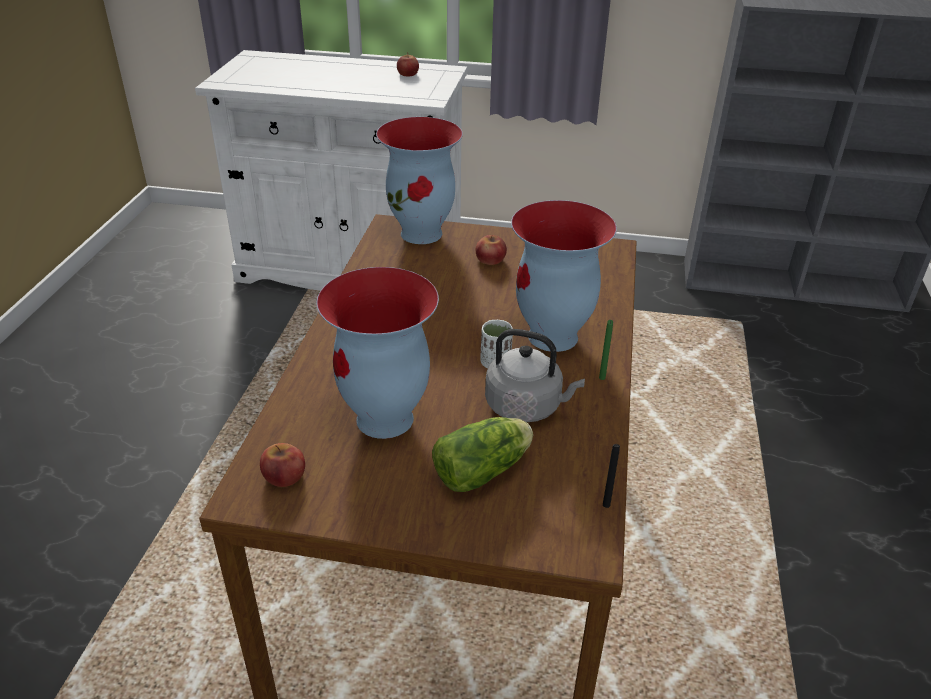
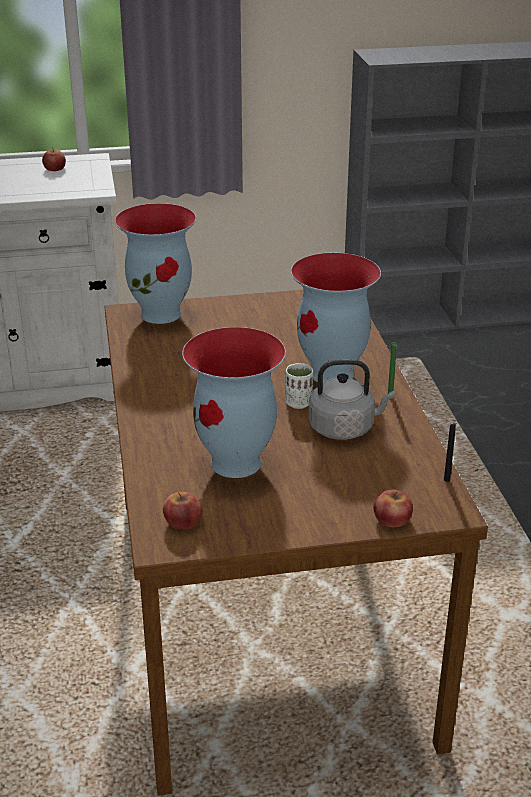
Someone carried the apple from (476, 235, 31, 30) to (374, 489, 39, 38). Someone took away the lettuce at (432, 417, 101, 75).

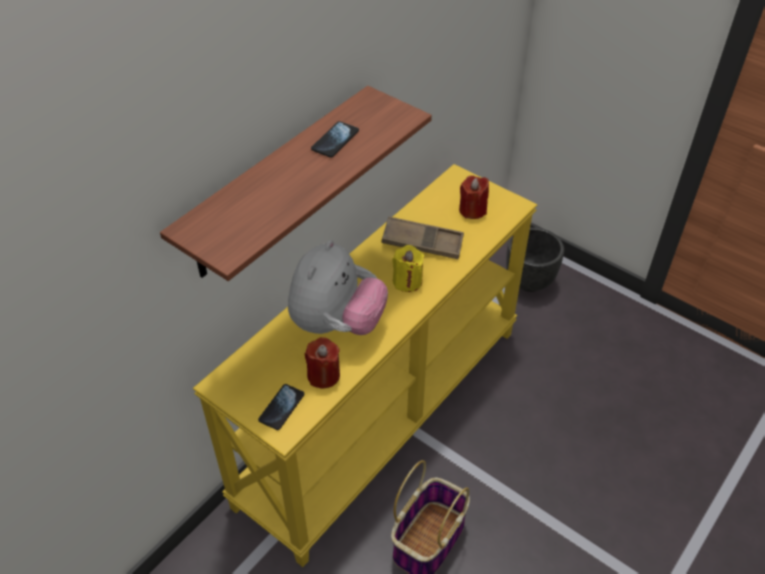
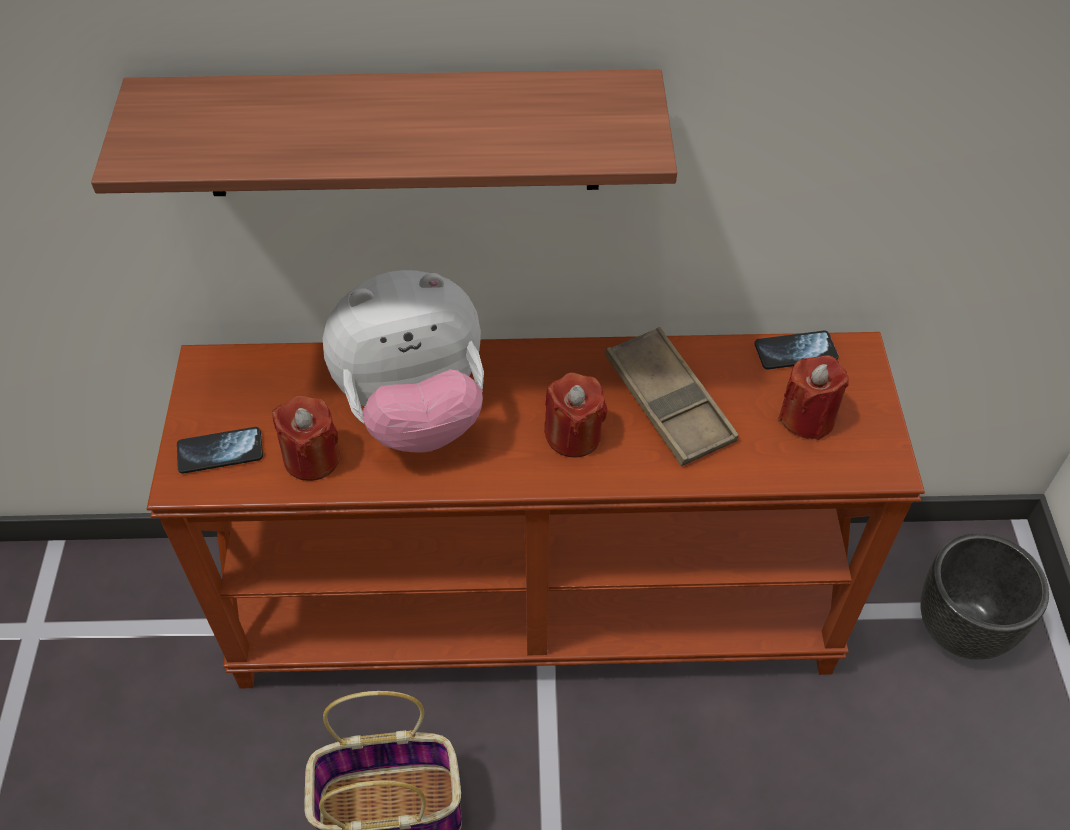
Someone carried the phone from (311, 121, 48, 36) to (754, 331, 85, 38). Someone repainted the yellow console table at (193, 164, 344, 403), which became the brown console table at (147, 332, 778, 357). Someone repainted the yellow candle at (392, 245, 32, 47), which became the red candle at (544, 372, 64, 86).

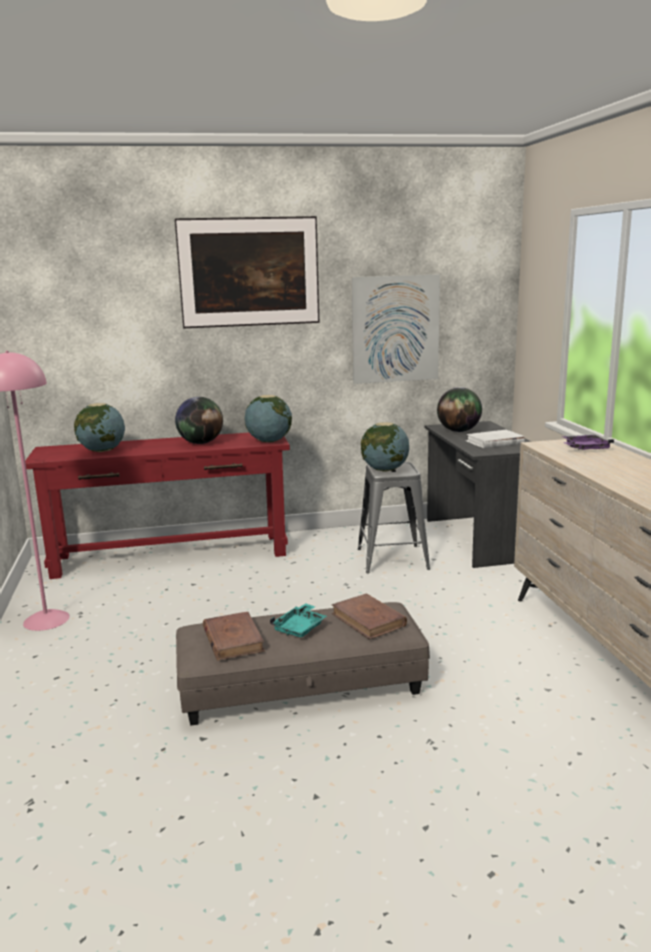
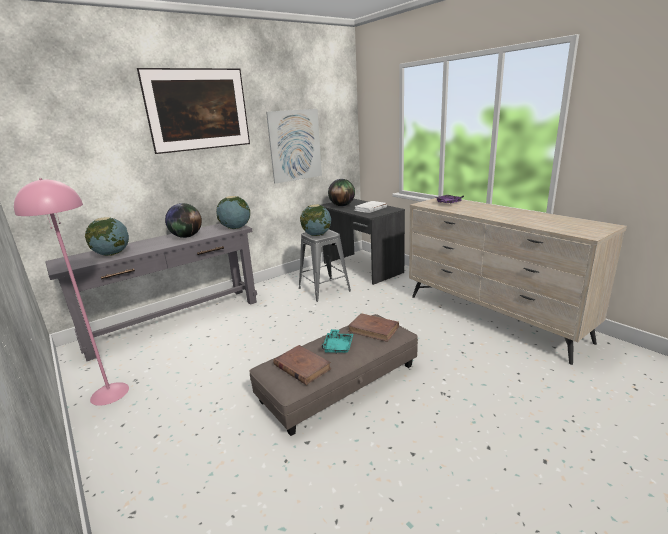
Someone repainted the red console table at (25, 433, 265, 146), which became the grey console table at (45, 223, 212, 138).

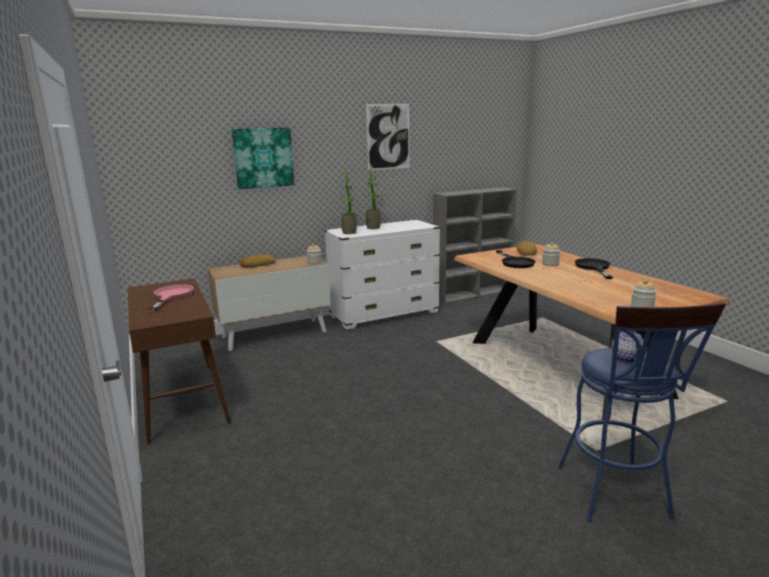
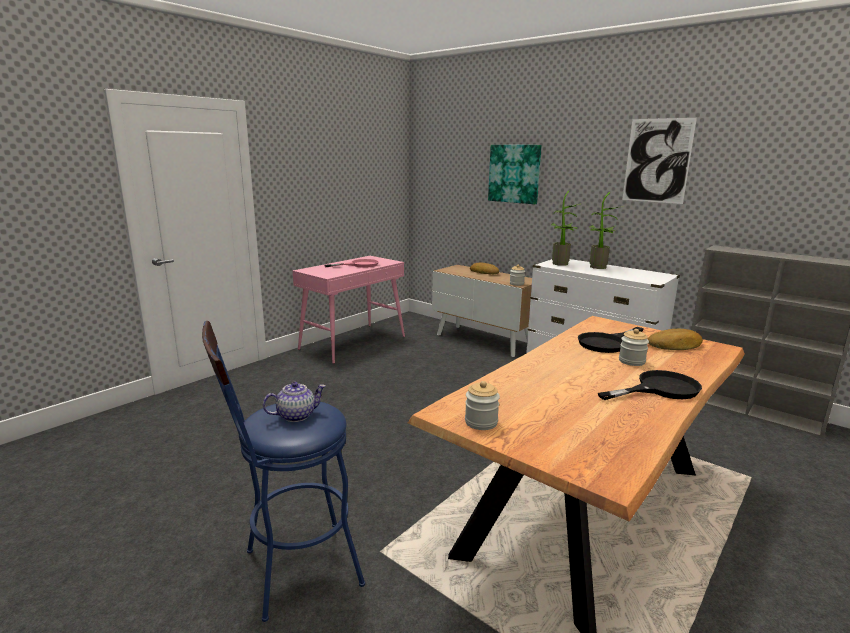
Someone repainted the brown console table at (128, 278, 103, 166), which became the pink console table at (293, 256, 112, 108).

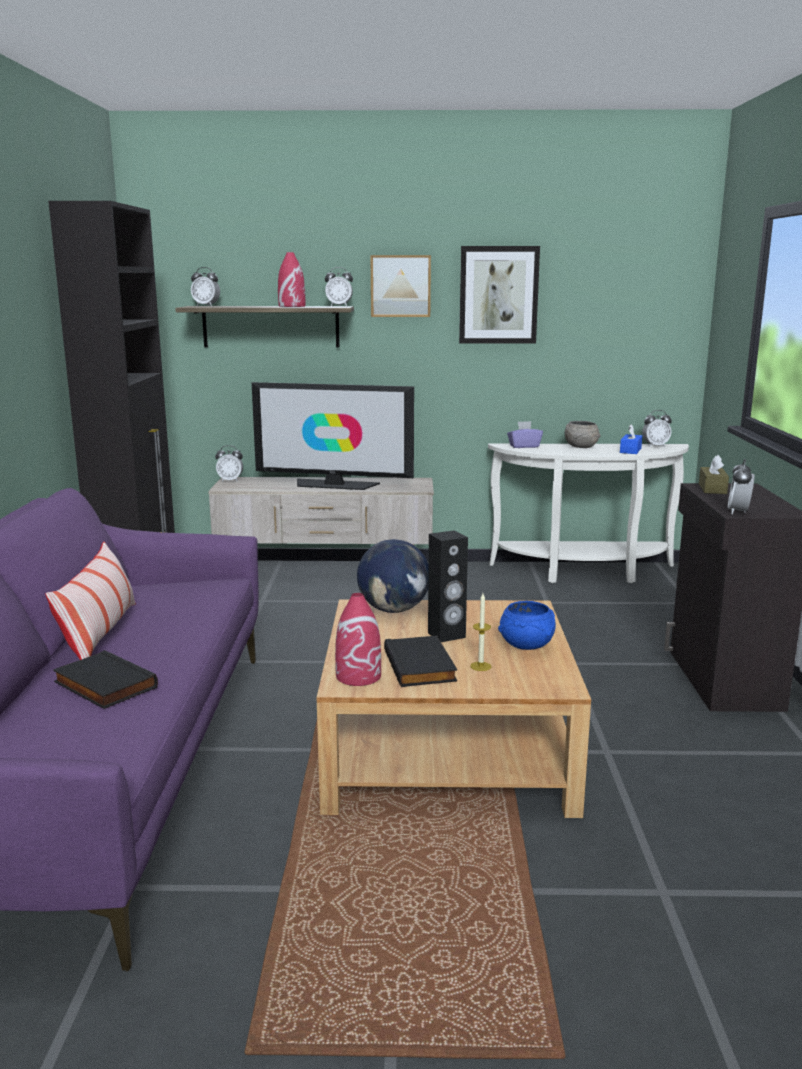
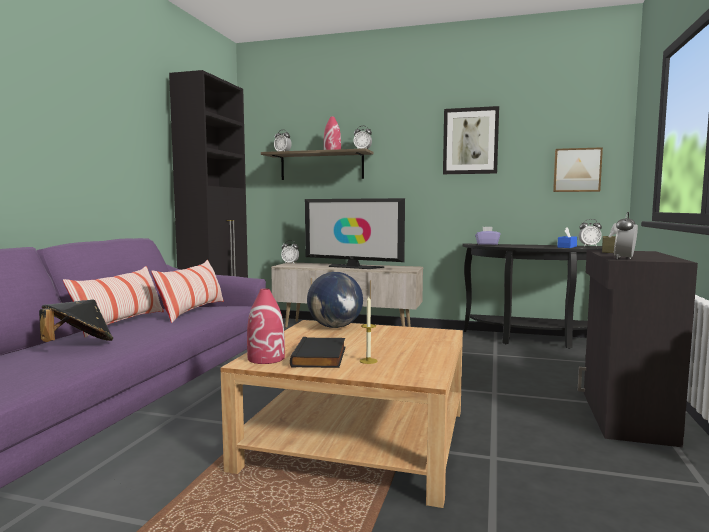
Someone carried the picture from (370, 255, 61, 62) to (553, 147, 50, 45). Someone took away the grey bowl at (565, 421, 35, 27). Someone repainted the white console table at (488, 444, 201, 139), which became the black console table at (463, 243, 139, 106). Someone took away the black speaker at (428, 530, 40, 112). Someone took away the blue bowl at (498, 601, 58, 49). Someone swapped the black book at (53, 650, 105, 59) for the black hat at (39, 300, 74, 42). Someone put down the pillow at (151, 260, 73, 63).

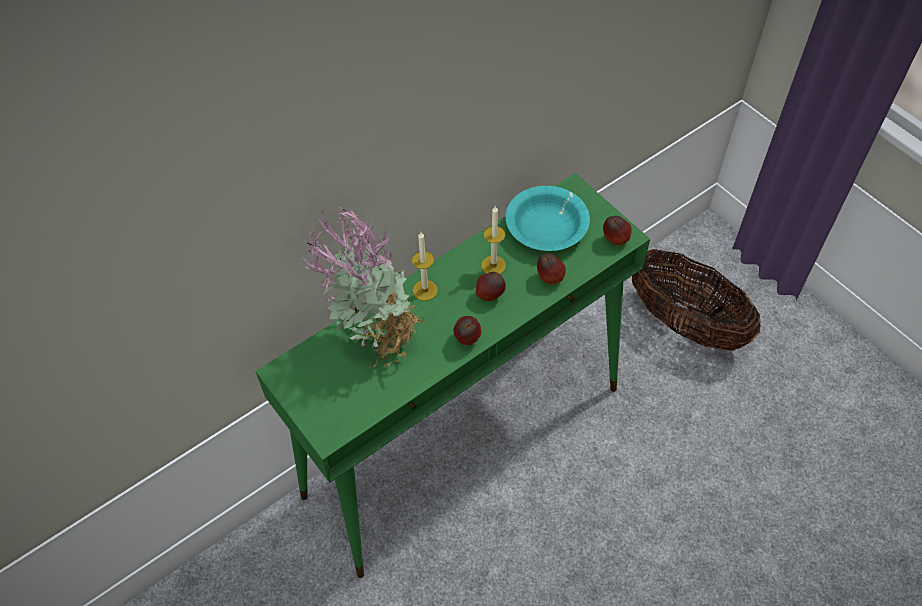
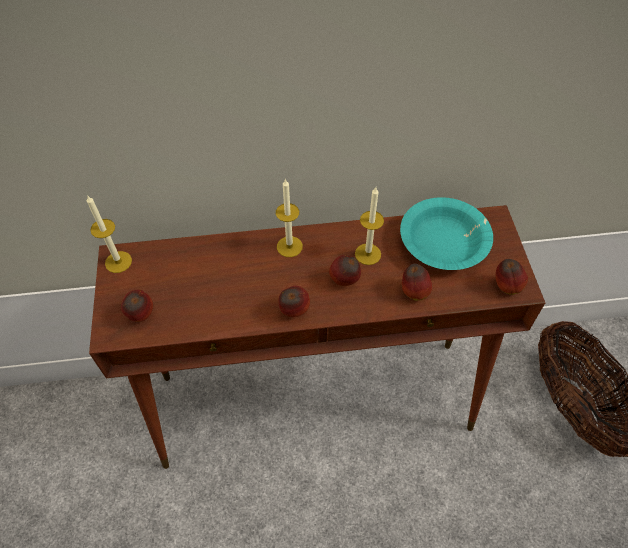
Someone repainted the green console table at (255, 173, 395, 405), which became the brown console table at (89, 205, 456, 264). Someone took away the potted plant at (302, 207, 122, 161). Someone put down the candle at (87, 195, 45, 78). Someone put down the apple at (121, 290, 32, 32).

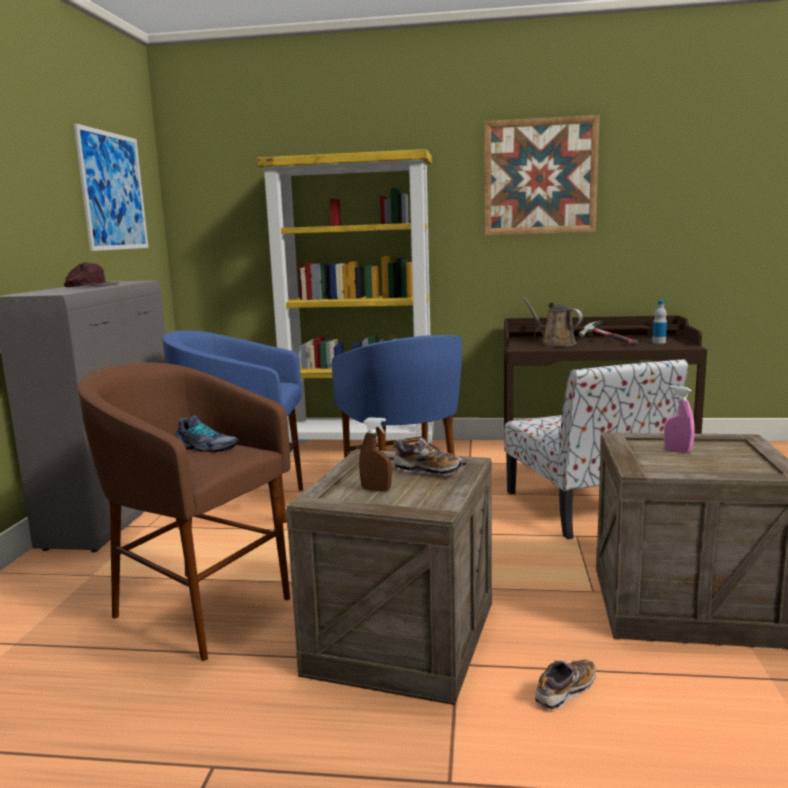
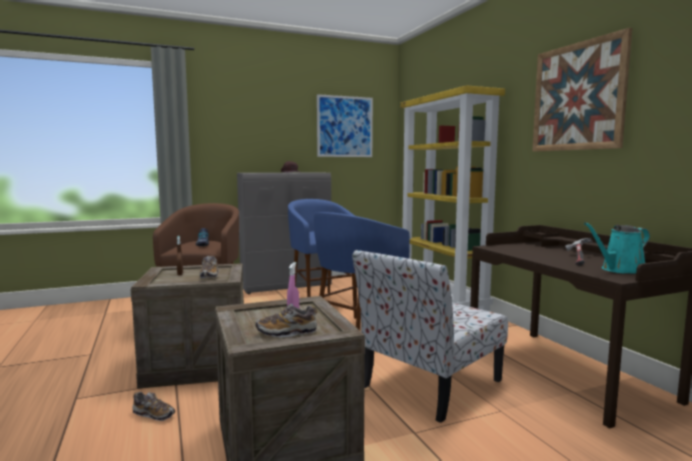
Someone took away the brown watering can at (522, 297, 61, 49). Someone swapped the bottle at (652, 300, 15, 44) for the turquoise watering can at (584, 222, 66, 52). Someone put down the shoe at (255, 303, 63, 34).

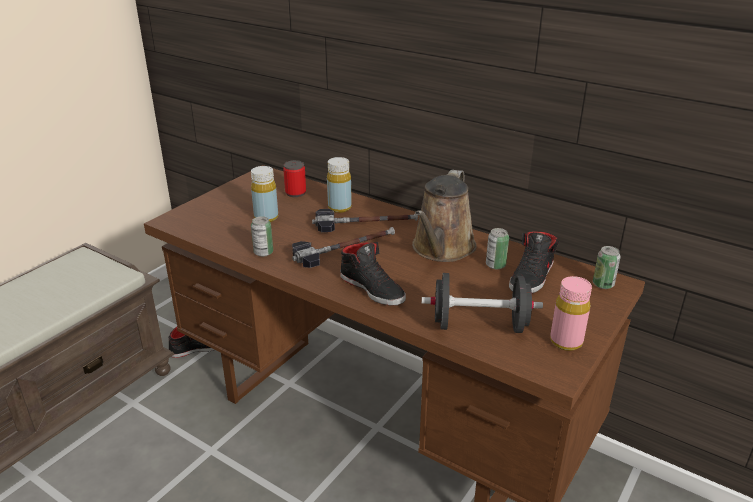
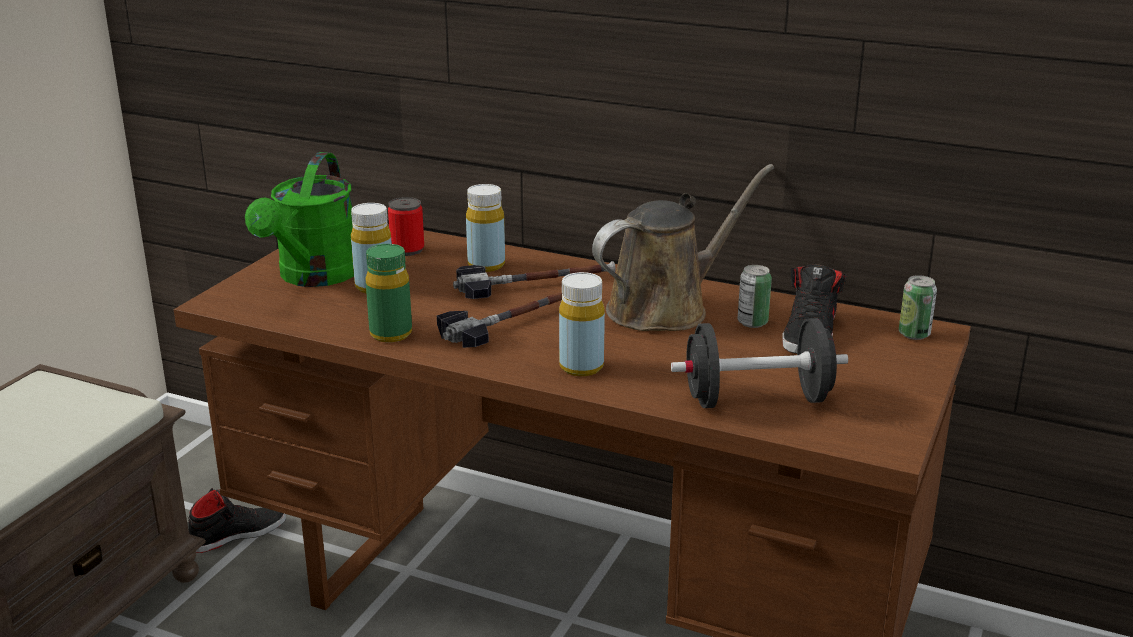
Someone rotated the brown watering can at (412, 170, 65, 92) by 135 degrees counterclockwise. Someone swapped the can at (251, 216, 22, 41) for the green bottle at (365, 244, 47, 98). Someone swapped the black shoe at (340, 242, 66, 64) for the yellow bottle at (559, 272, 46, 104). Someone took away the pink bottle at (550, 276, 42, 75). Someone put down the green watering can at (245, 152, 109, 135).

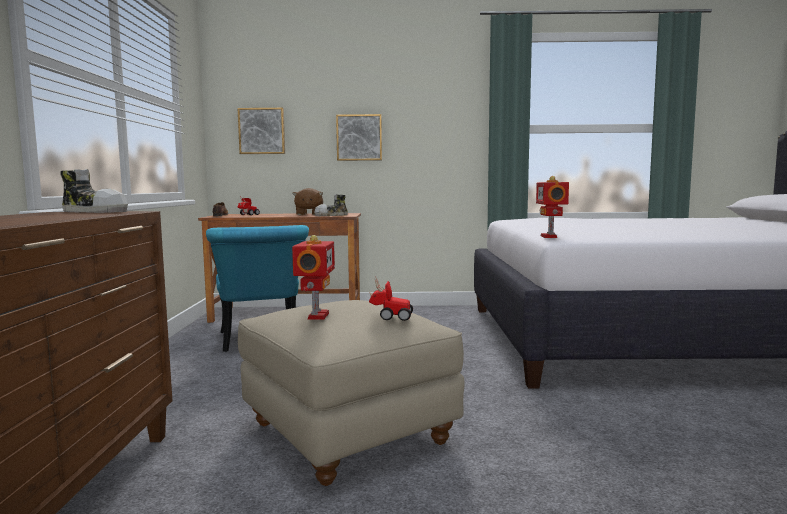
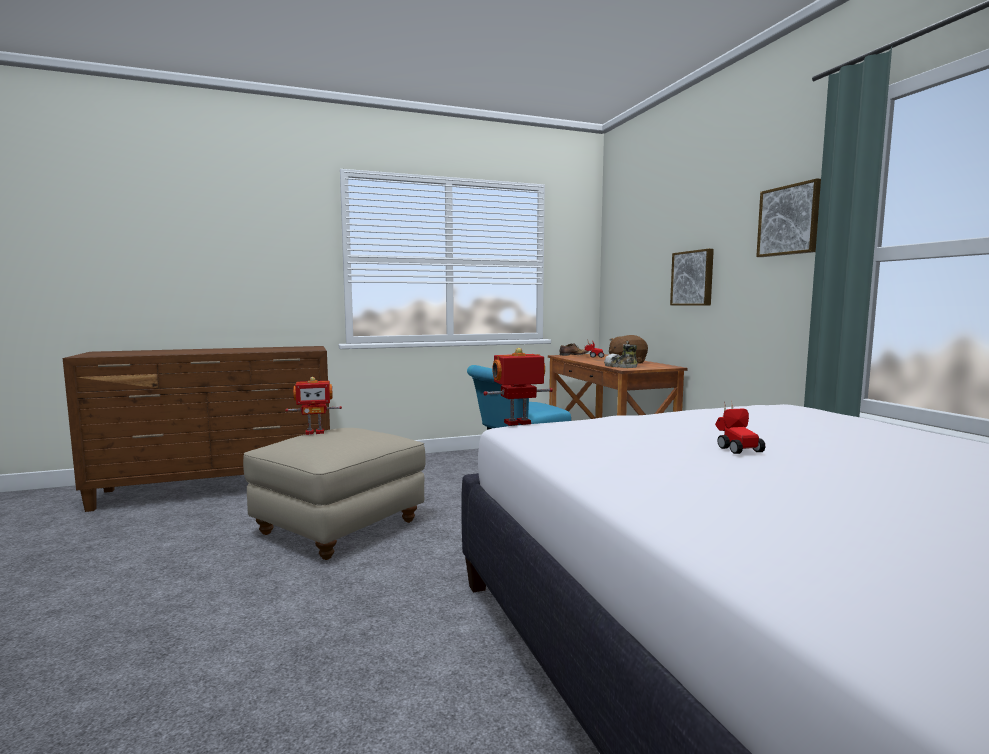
Someone carried the picture from (238, 108, 47, 46) to (756, 178, 65, 79). Someone took away the shoe at (60, 169, 68, 44). Someone carried the toy car from (369, 278, 44, 43) to (715, 401, 51, 53).

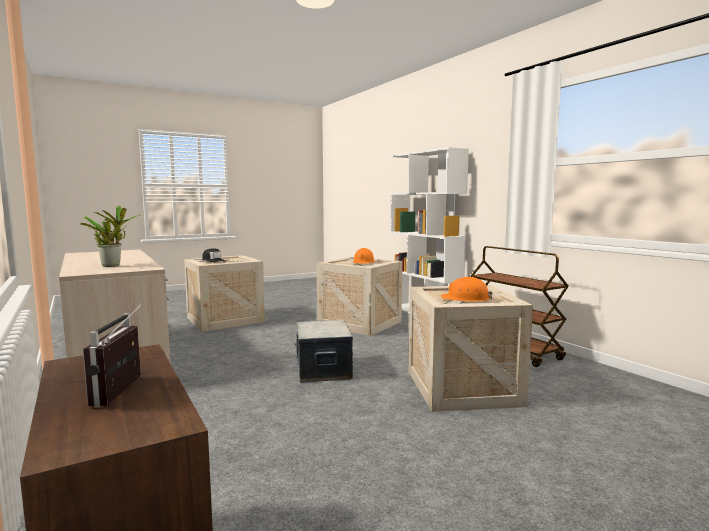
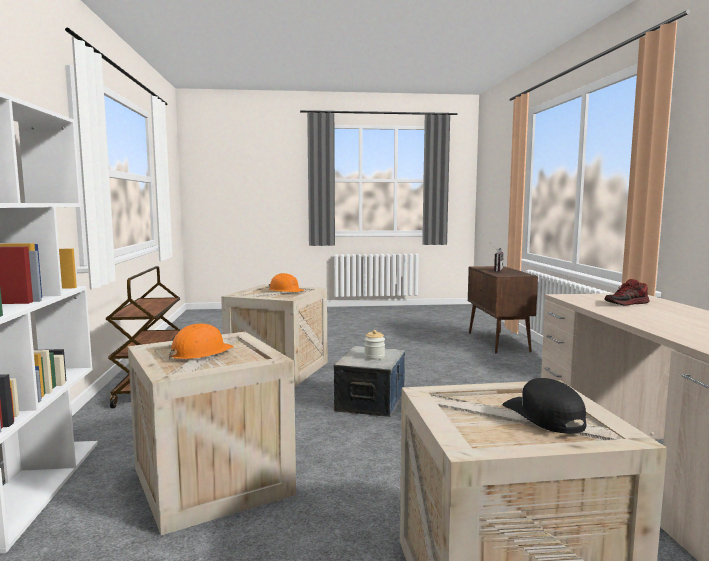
Someone swapped the potted plant at (80, 206, 60, 61) for the shoe at (604, 279, 46, 26). Someone put down the jar at (364, 330, 21, 30).

